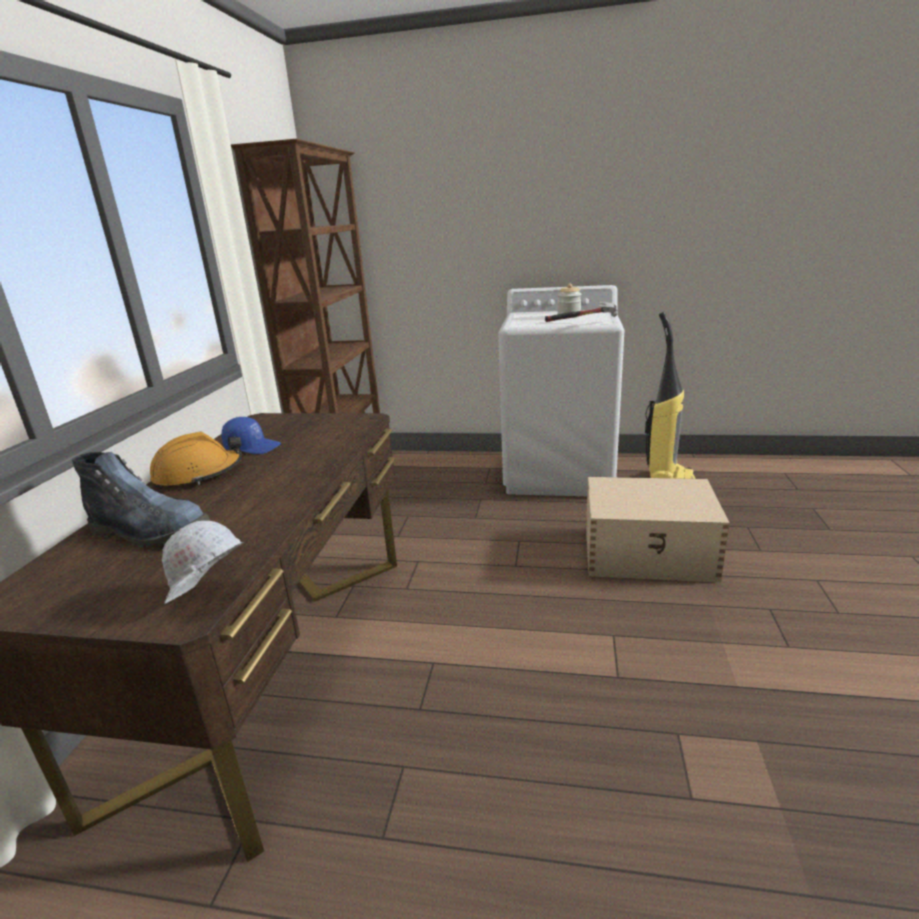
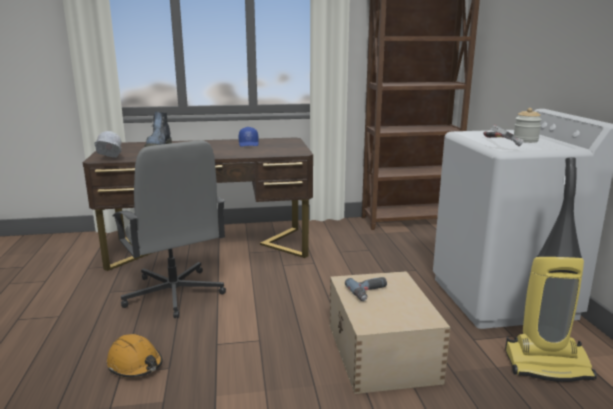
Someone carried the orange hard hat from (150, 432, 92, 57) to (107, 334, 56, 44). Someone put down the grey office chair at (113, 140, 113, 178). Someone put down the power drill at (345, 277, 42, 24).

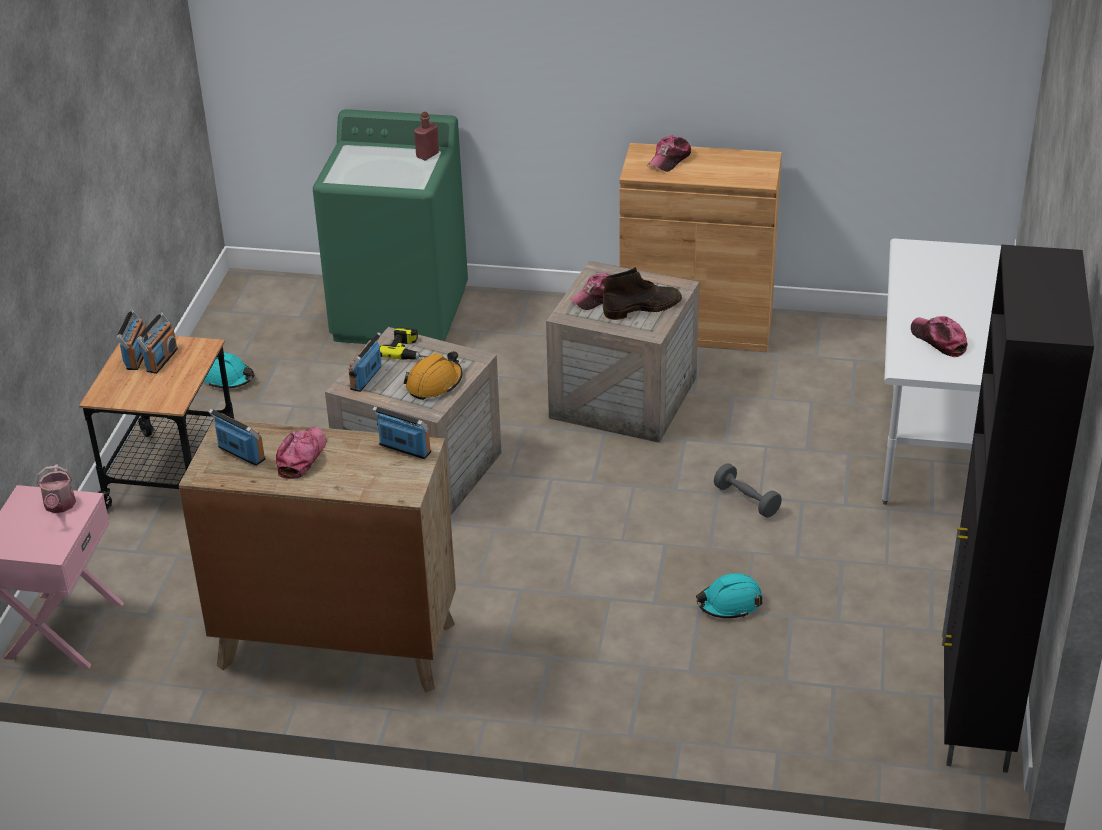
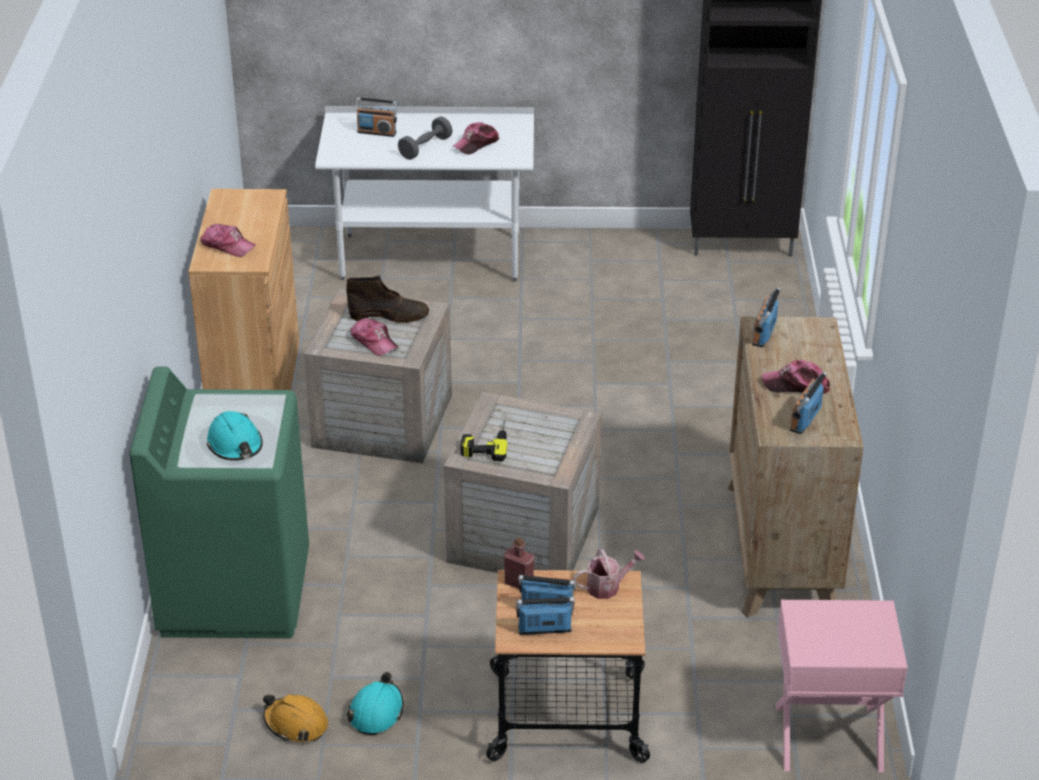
Someone carried the red bottle from (414, 112, 25, 48) to (504, 538, 31, 51). Someone rotated the brown boot at (603, 267, 79, 53) by 120 degrees clockwise. Someone carried the radio from (348, 332, 33, 60) to (356, 97, 41, 40). Someone carried the orange hard hat from (404, 351, 59, 49) to (263, 694, 65, 48). Someone carried the grey dumbbell from (714, 463, 68, 55) to (398, 116, 54, 44). Someone carried the watering can from (37, 465, 39, 48) to (573, 549, 72, 50). Someone carried the turquoise hard hat from (696, 573, 66, 45) to (207, 411, 56, 50).

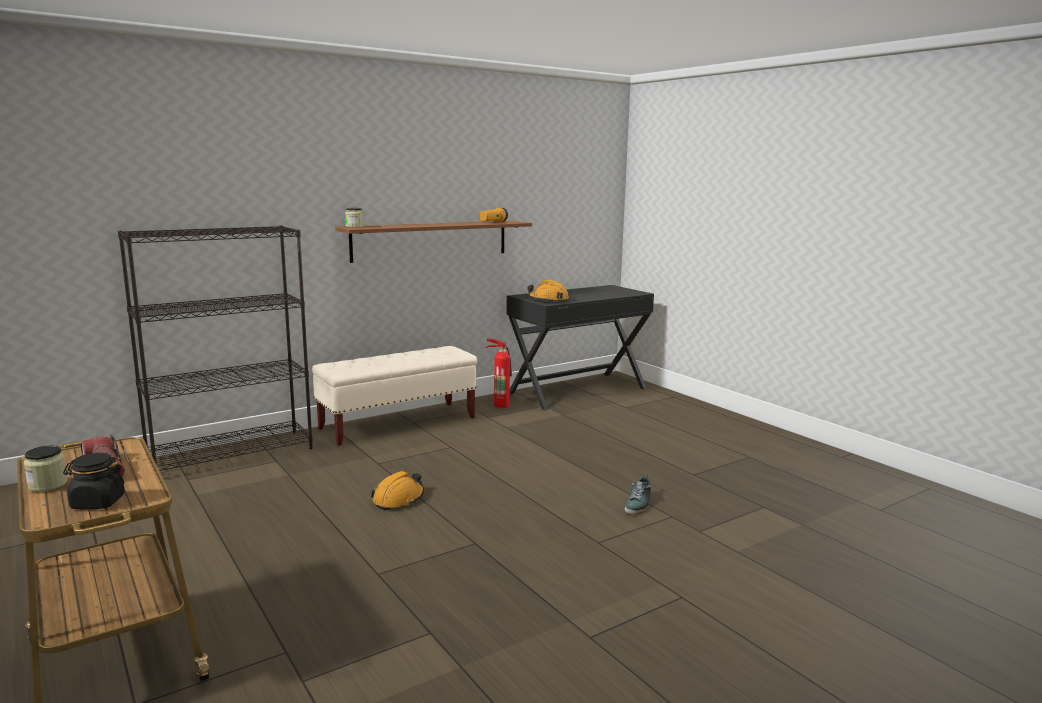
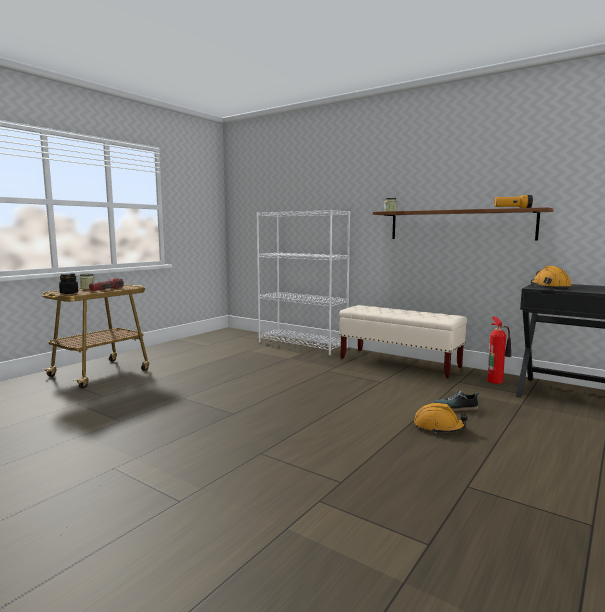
Someone repainted the black bookcase at (118, 225, 195, 246), which became the white bookcase at (256, 210, 94, 145). Someone carried the orange hard hat from (371, 471, 53, 39) to (414, 403, 54, 31). Someone carried the shoe from (625, 474, 26, 40) to (433, 391, 46, 20).

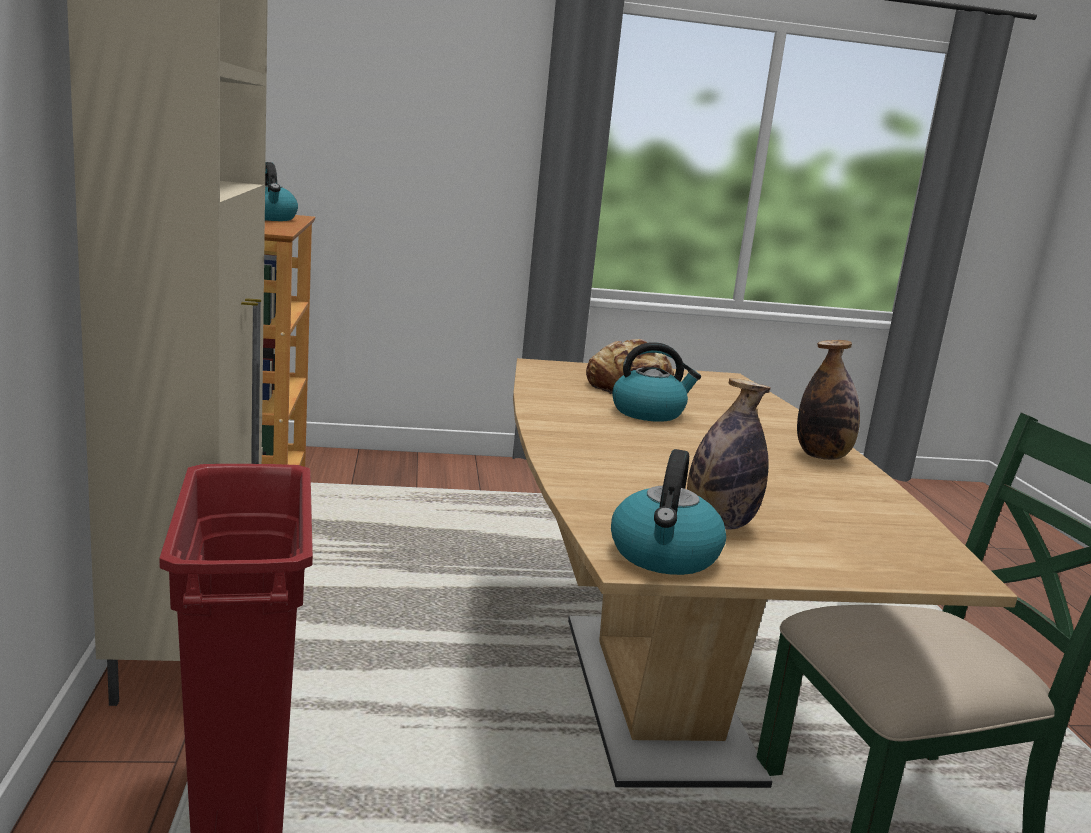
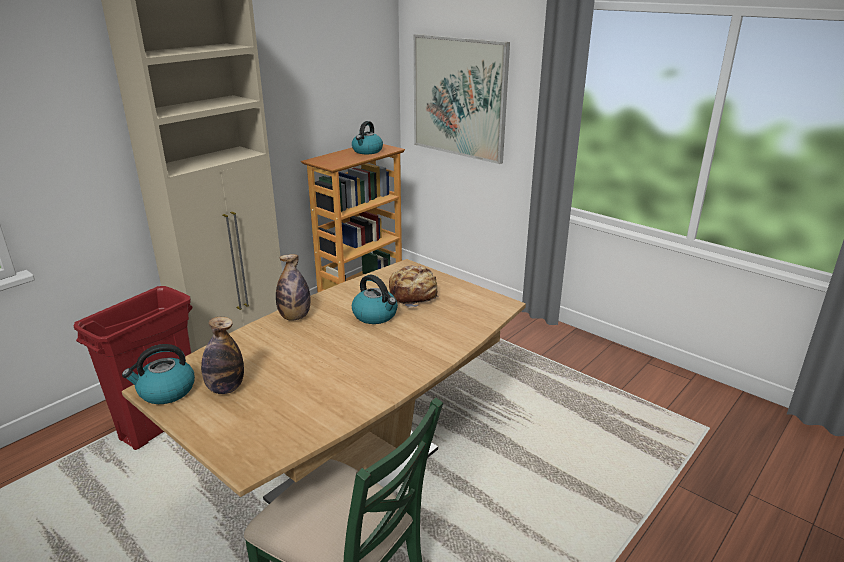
Someone carried the bottle from (797, 340, 63, 120) to (276, 254, 34, 67). Someone put up the picture at (414, 34, 96, 130).

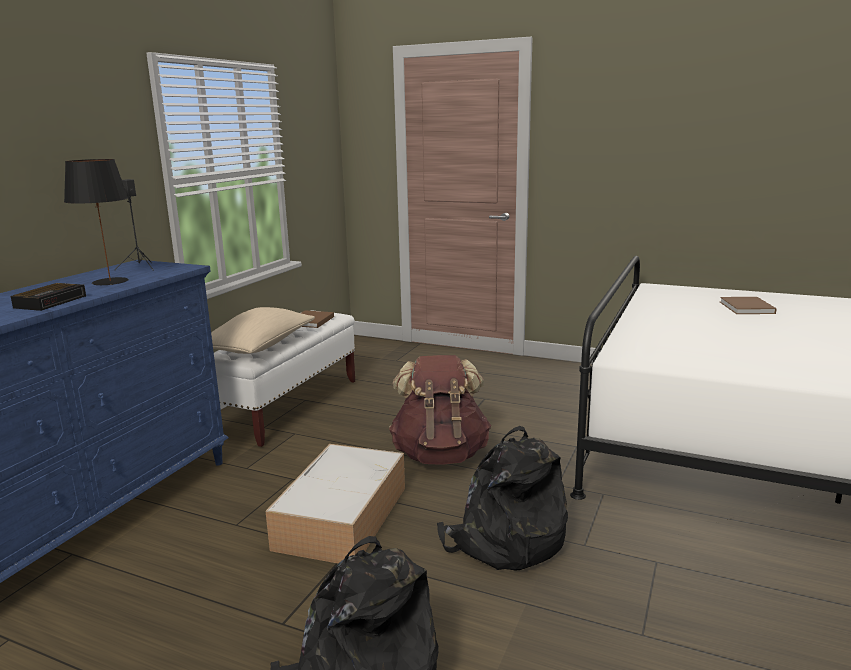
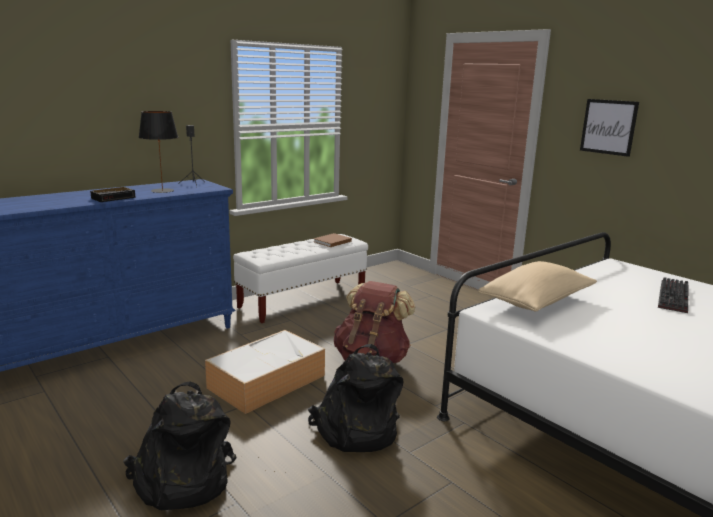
Someone swapped the brown book at (720, 297, 57, 17) for the keyboard at (658, 277, 30, 36). Someone carried the beige pillow from (211, 307, 104, 47) to (478, 261, 119, 51). Someone put up the picture at (580, 99, 59, 58).

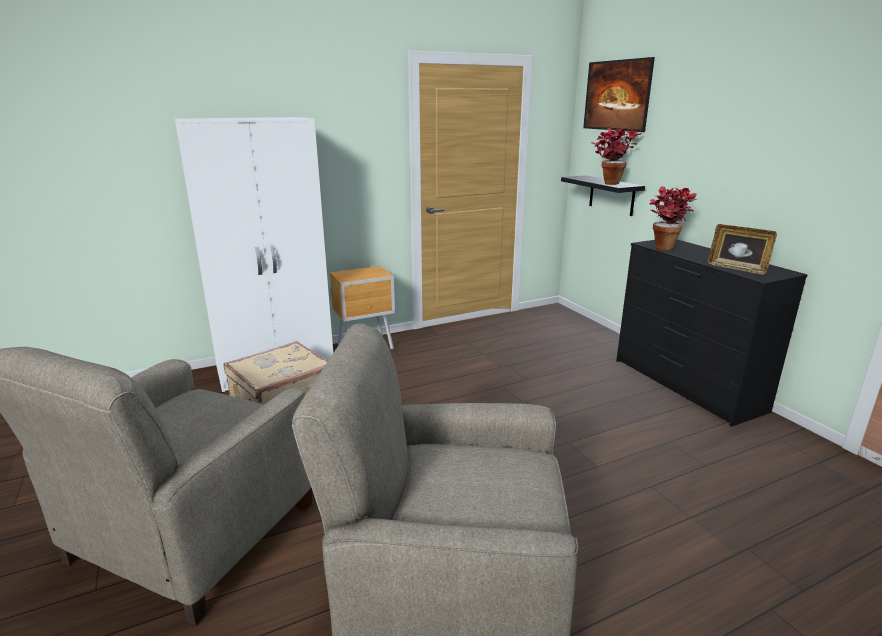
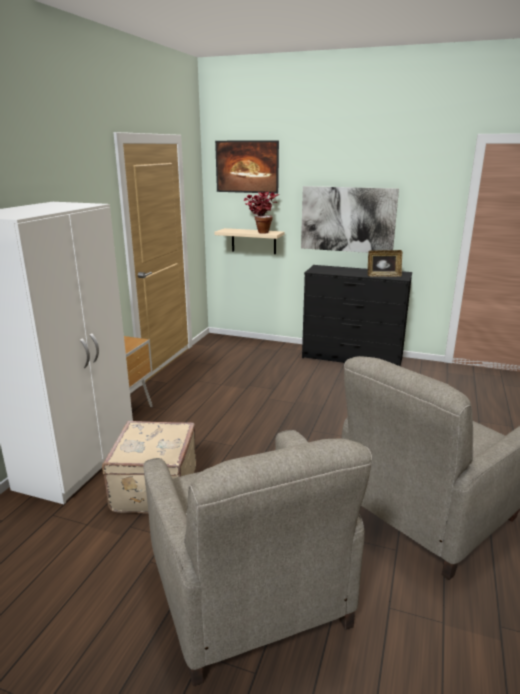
Someone repainted the black shelf at (561, 175, 84, 41), which became the beige shelf at (215, 228, 69, 26). Someone took away the potted plant at (650, 186, 47, 65). Someone put up the picture at (301, 186, 98, 67).

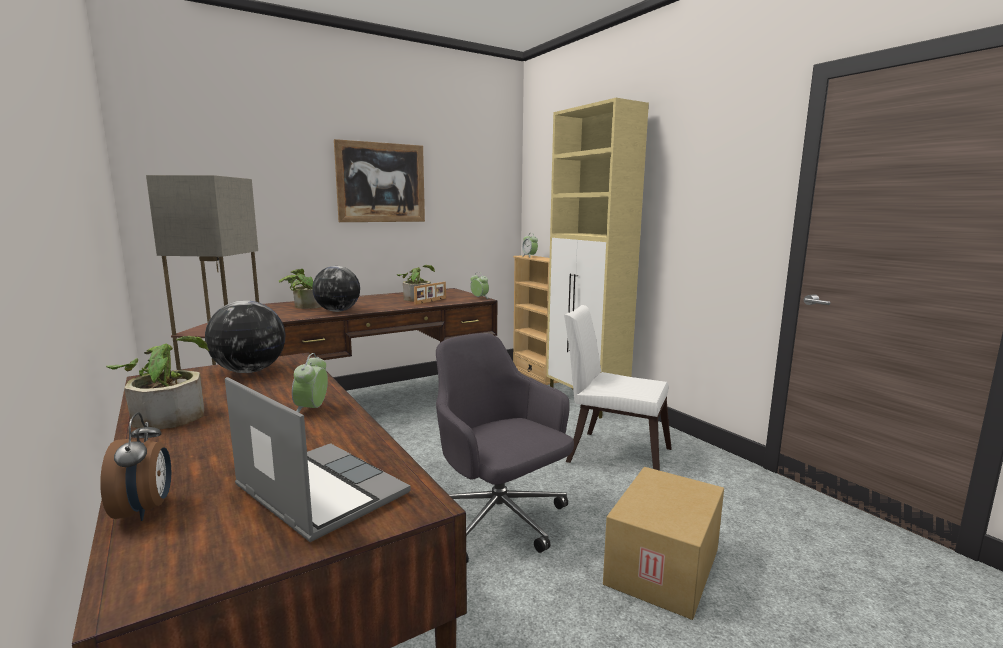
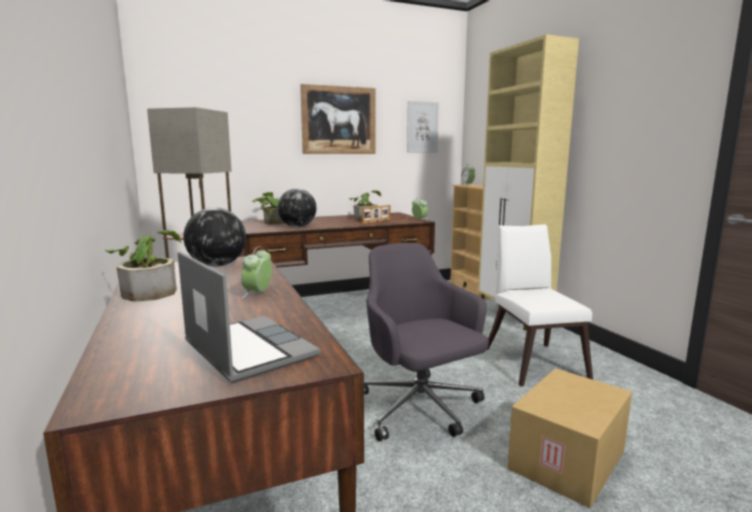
Someone rotated the white chair at (564, 305, 108, 166) by 45 degrees clockwise. Someone took away the alarm clock at (100, 412, 71, 109). Someone put up the picture at (407, 101, 32, 51).

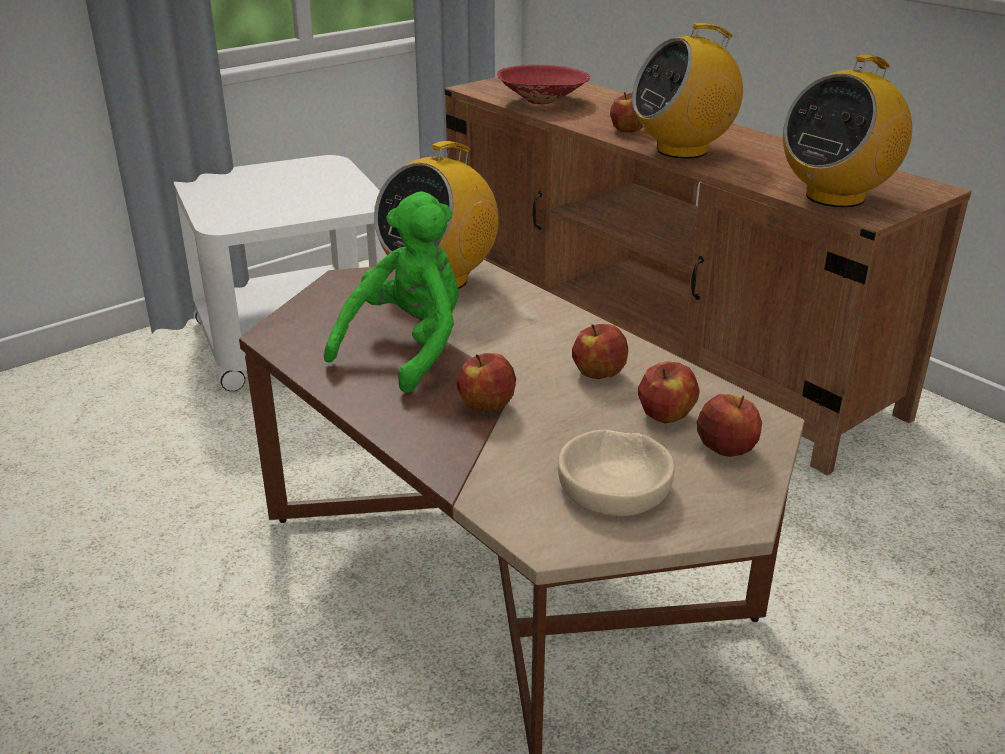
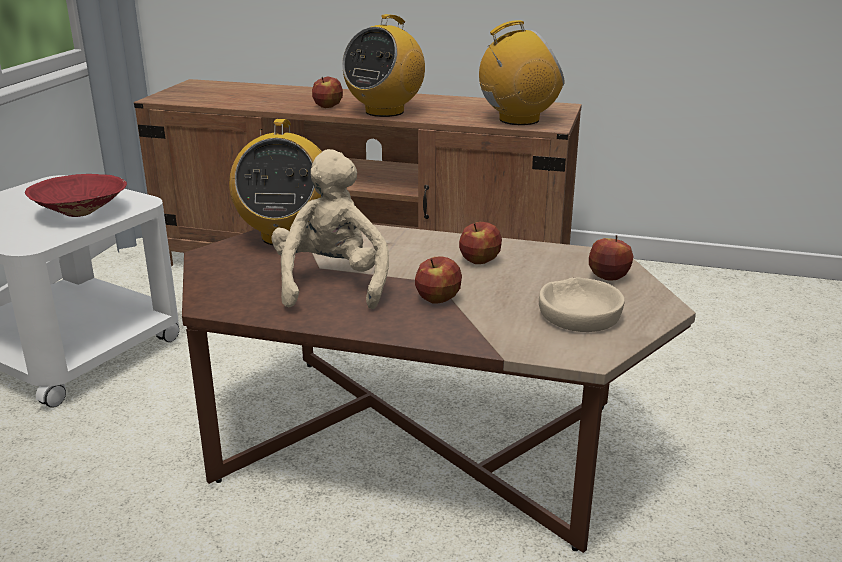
Someone rotated the radio at (783, 54, 129, 154) by 120 degrees counterclockwise. Someone carried the red bowl from (497, 65, 93, 39) to (25, 174, 102, 43). Someone repainted the green plush toy at (324, 191, 135, 202), which became the beige plush toy at (271, 149, 118, 160). Someone took away the apple at (638, 361, 62, 63).

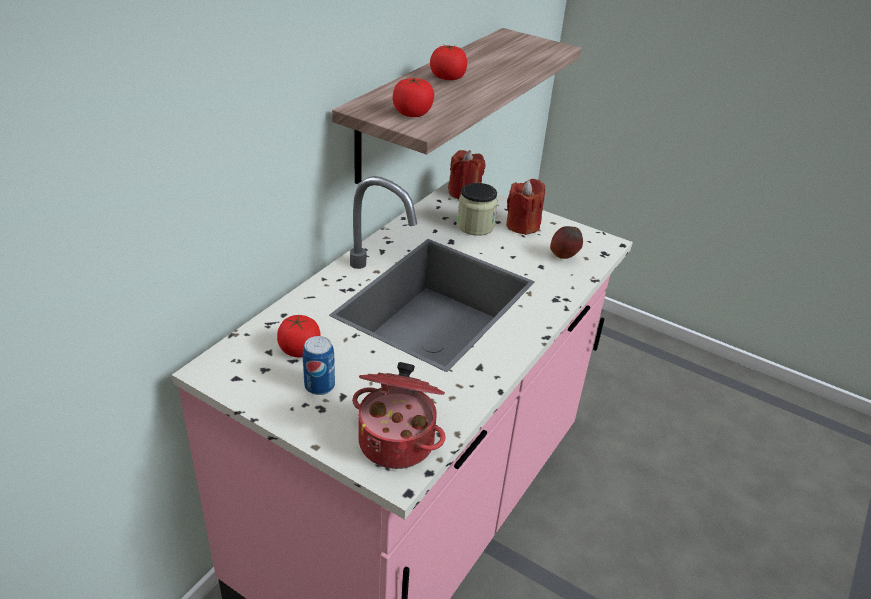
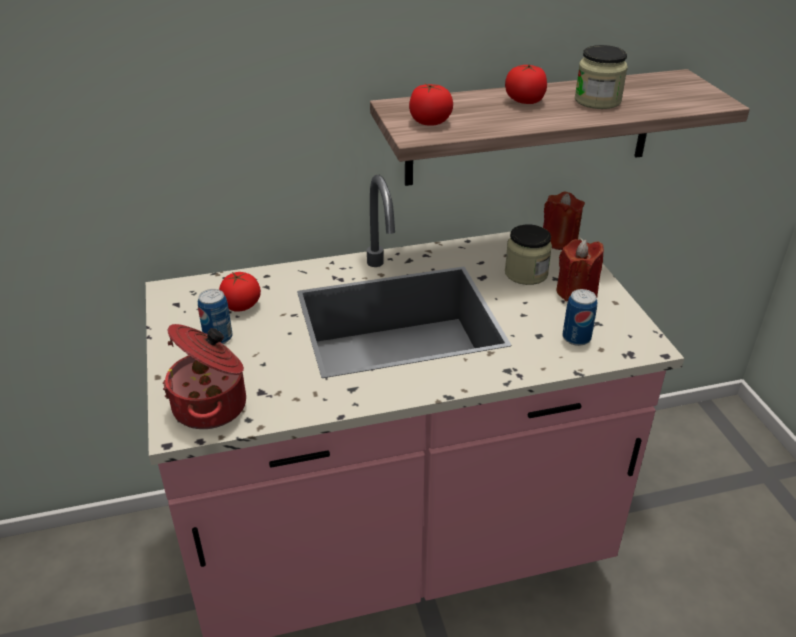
Someone swapped the apple at (550, 226, 33, 33) for the can at (563, 289, 34, 57). Someone put down the jar at (575, 45, 53, 64).

